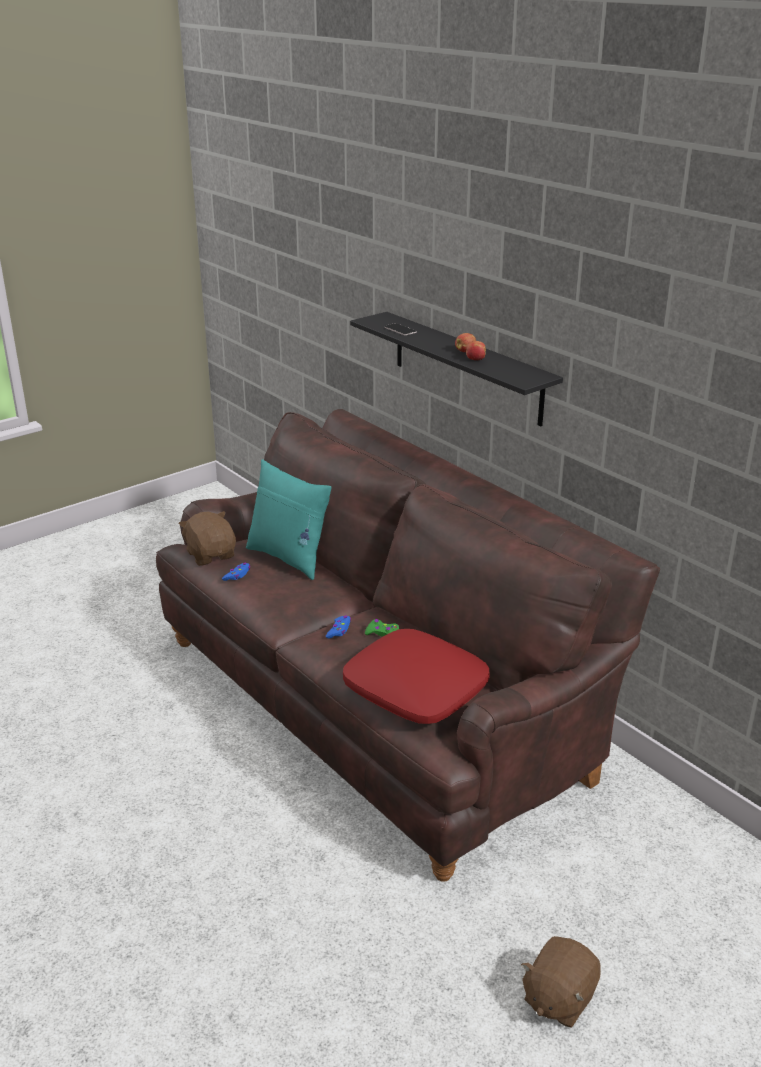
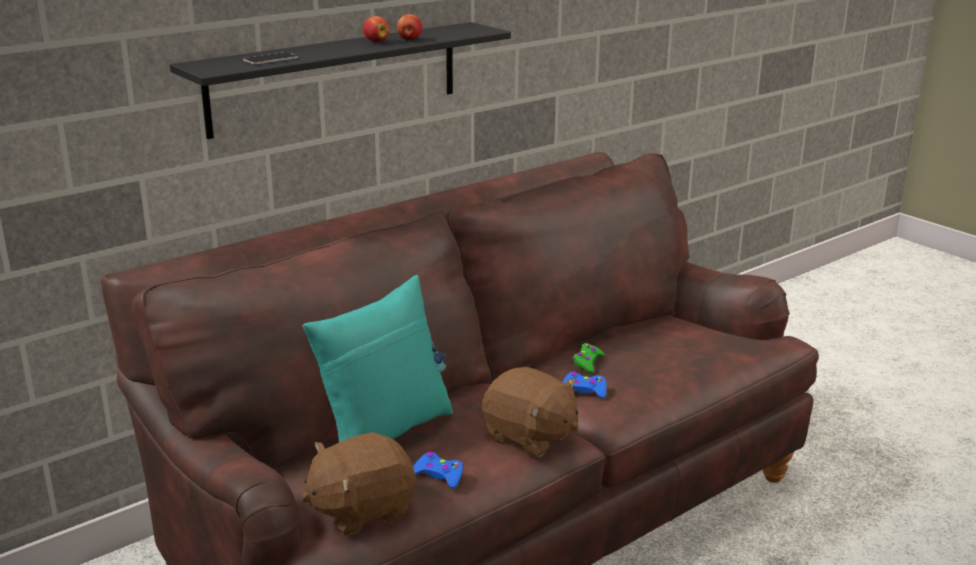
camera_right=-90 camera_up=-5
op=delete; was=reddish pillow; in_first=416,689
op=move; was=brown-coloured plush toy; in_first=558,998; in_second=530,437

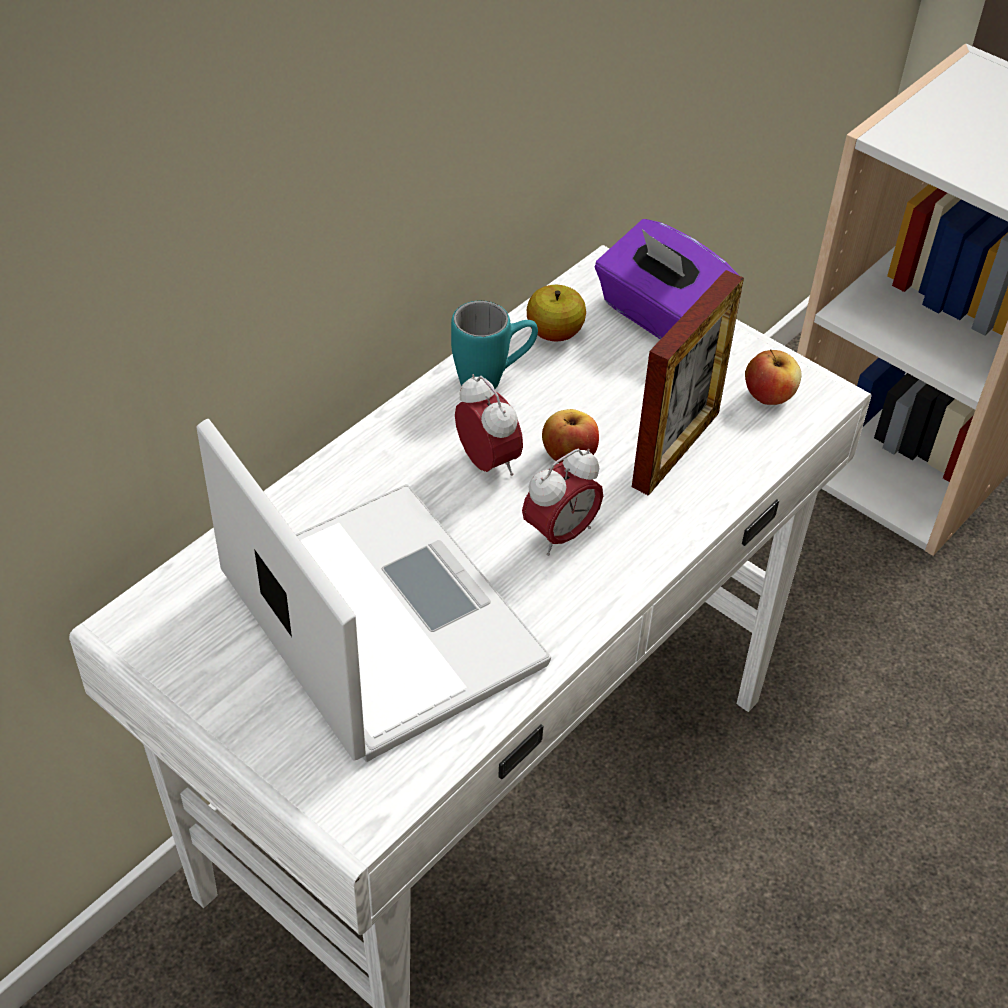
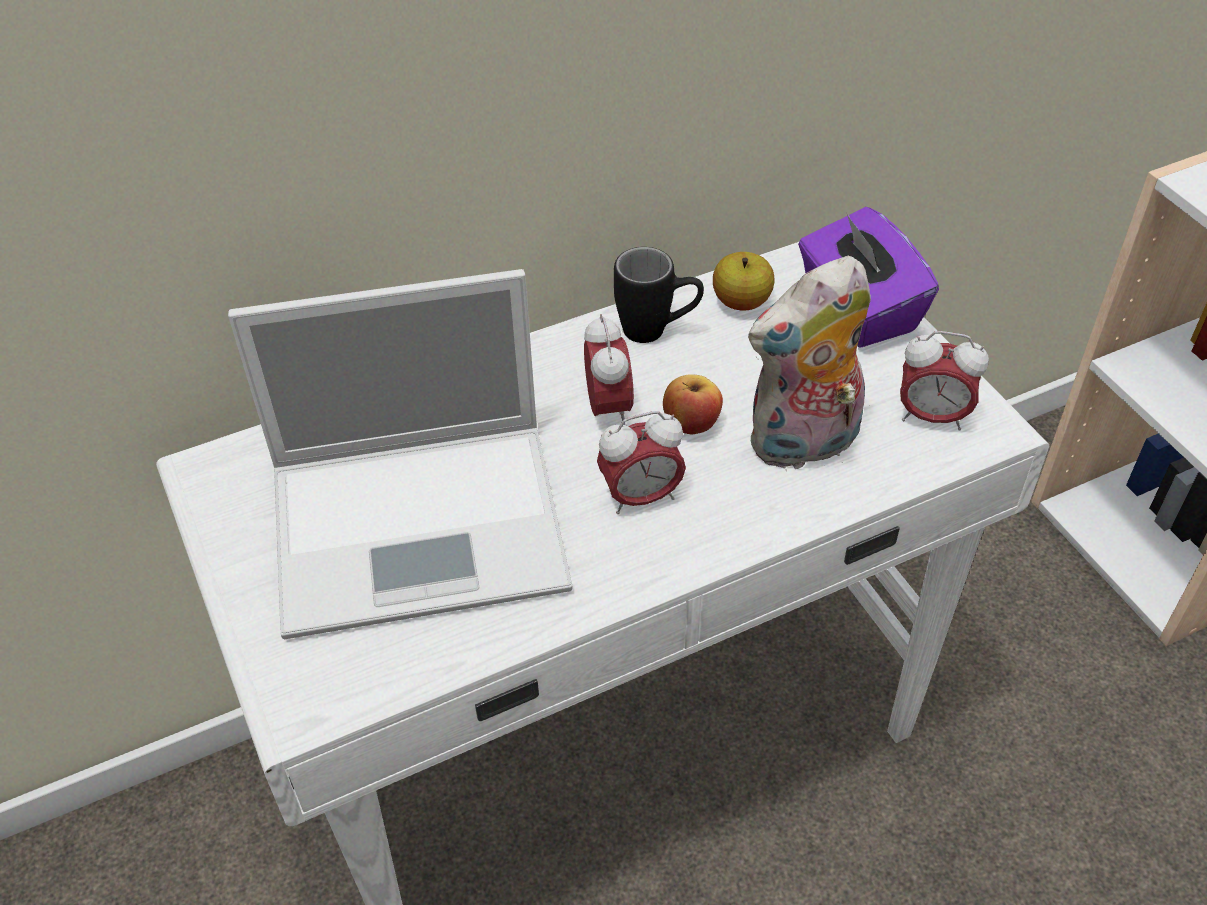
camera_right=25 camera_up=0
op=rotate; was=laptop; in_first=377,616; in_second=424,525; clockwise=90
op=recolor; was=turquoise-coloured mug; now=black-coloured mug; in_first=493,379; in_second=657,331
op=replace; was=photo frame; now=plush toy; in_first=676,449; in_second=803,445
op=replace; was=apple fruit; now=alarm clock; in_first=769,395; in_second=931,416

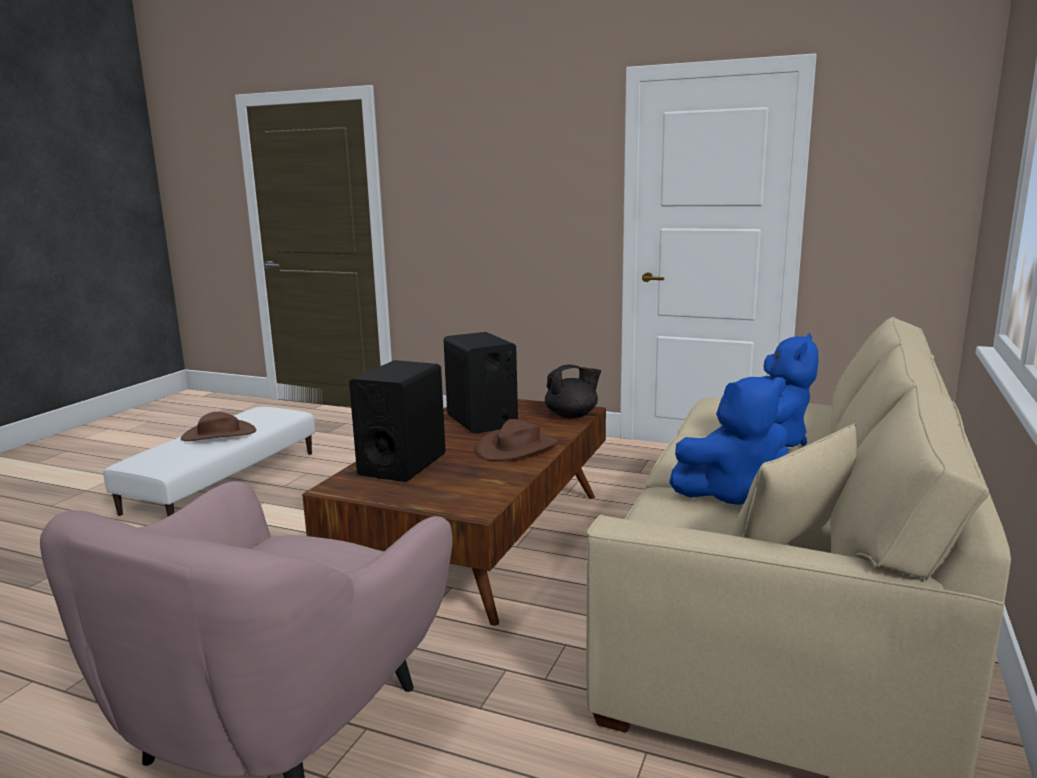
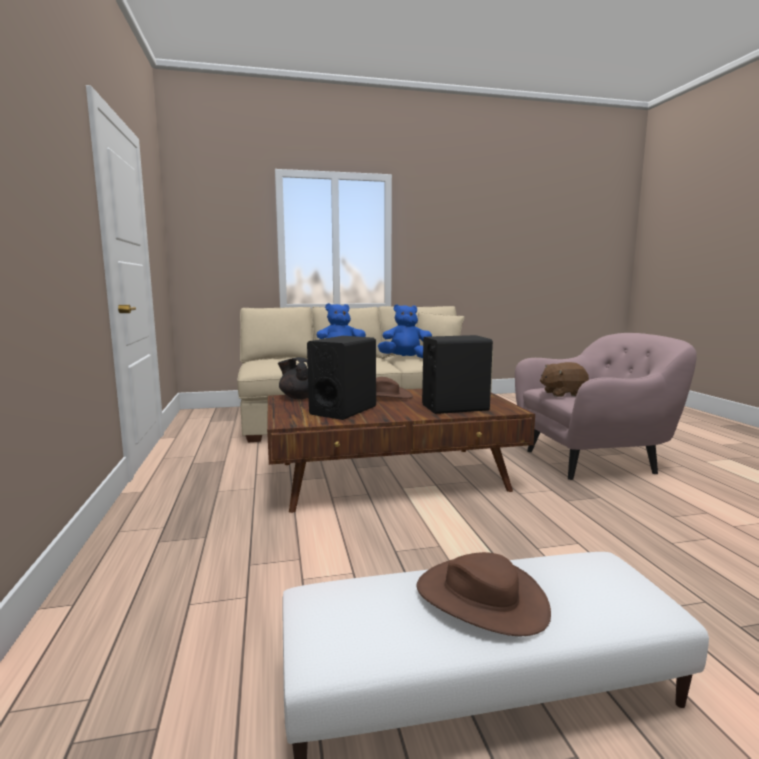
camera_right=-125 camera_up=-5
op=rotate; was=blue plush toy; in_first=733,495; in_second=405,358; clockwise=-45
op=insert; now=brown-coloured plush toy; in_second=562,394

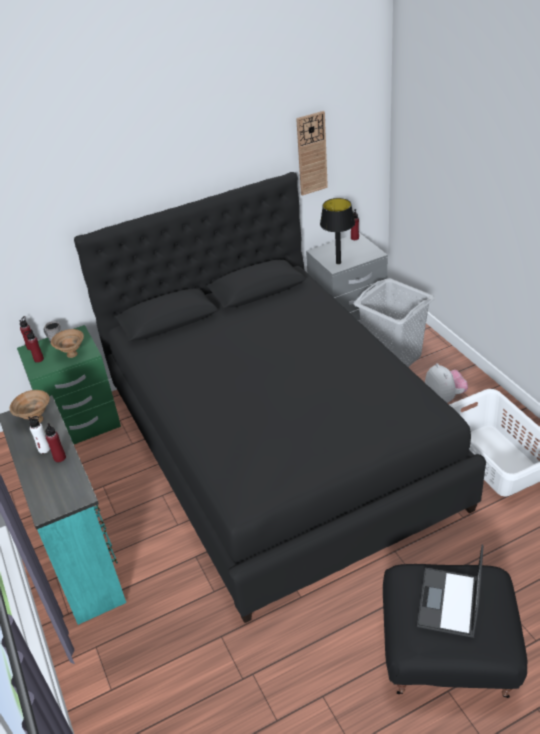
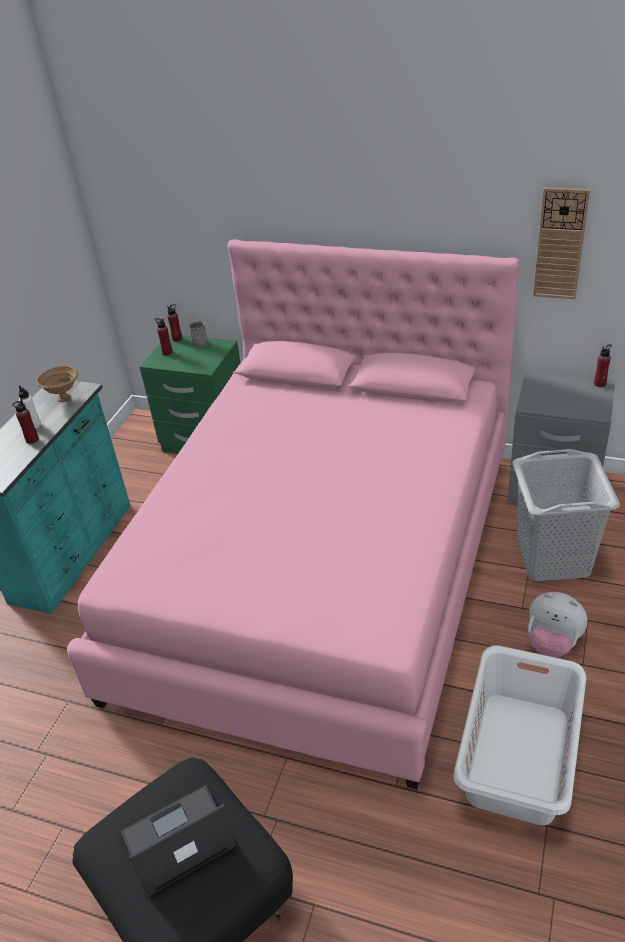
camera_right=45 camera_up=0
op=delete; was=brown-coloured serving bowl; in_first=72,355
op=recolor; was=black-coloured bedroom bed; now=pinkish bedroom bed; in_first=278,445; in_second=323,569
op=delete; was=black-coloured table lamp; in_first=338,263
op=rotate; was=plush toy; in_first=444,398; in_second=552,643; clockwise=90

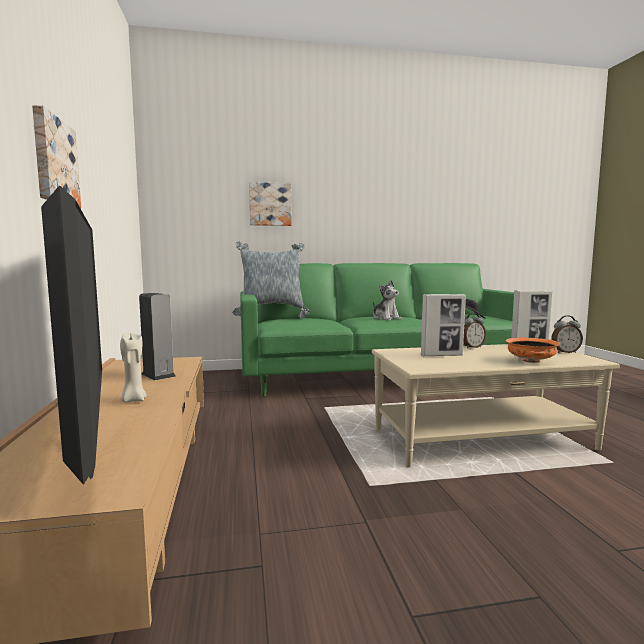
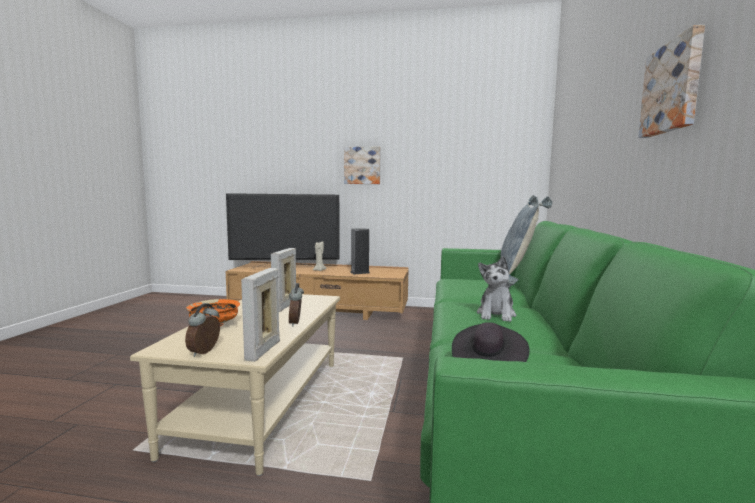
camera_right=110 camera_up=0
op=move; was=picture; in_first=270,204; in_second=673,87
op=rotate; was=plush toy; in_first=385,318; in_second=496,314; clockwise=-60

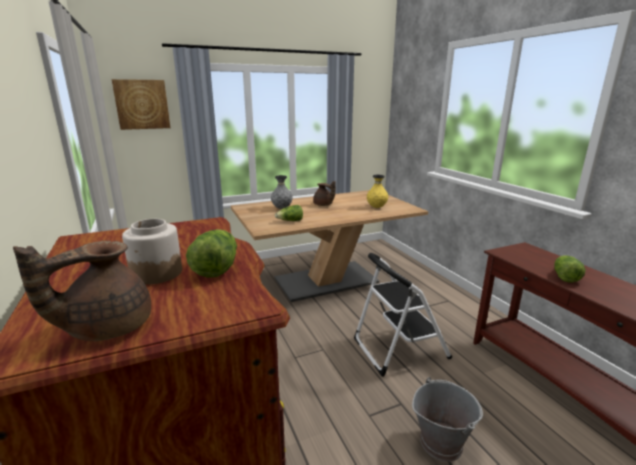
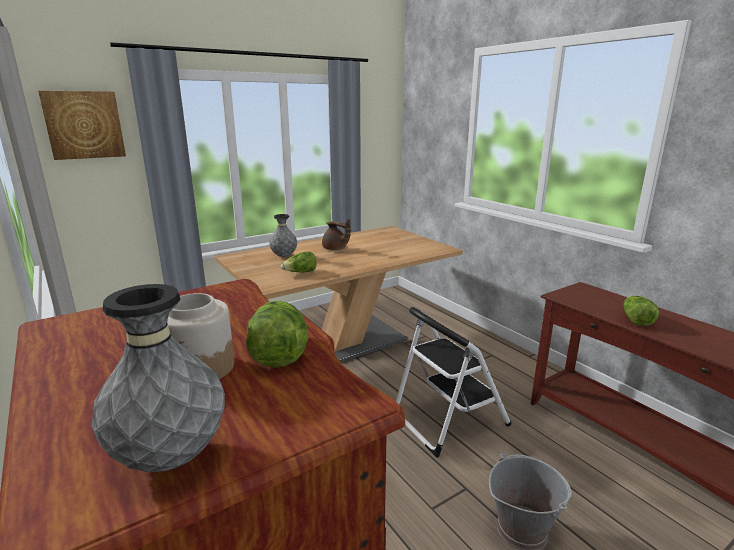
camera_right=-10 camera_up=0
op=replace; was=brown-coloured tea pot; now=grey flower vase; in_first=106,327; in_second=170,457
op=delete; was=yellow flower vase; in_first=376,207

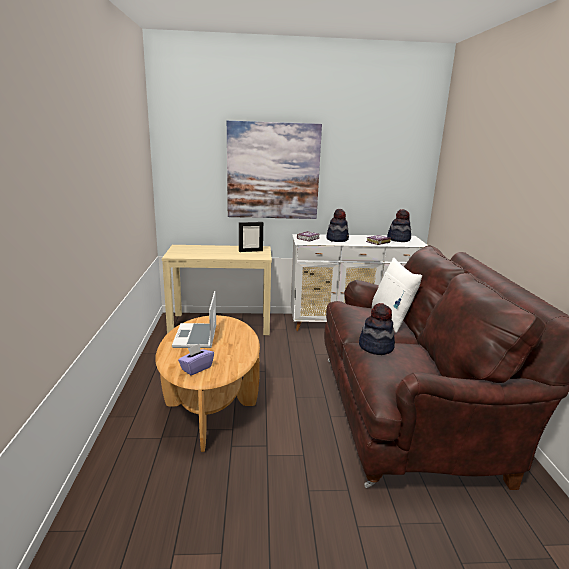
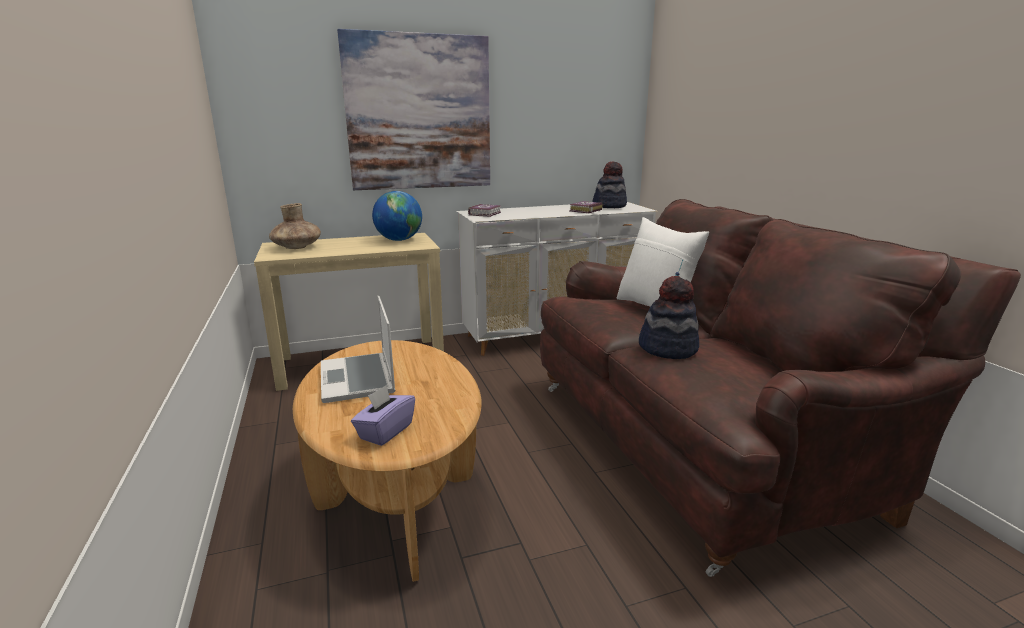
camera_right=-15 camera_up=0
op=replace; was=photo frame; now=world globe; in_first=250,251; in_second=399,240
op=delete; was=clothing hat; in_first=337,239
op=insert; now=brown-coloured flower vase; in_second=297,247

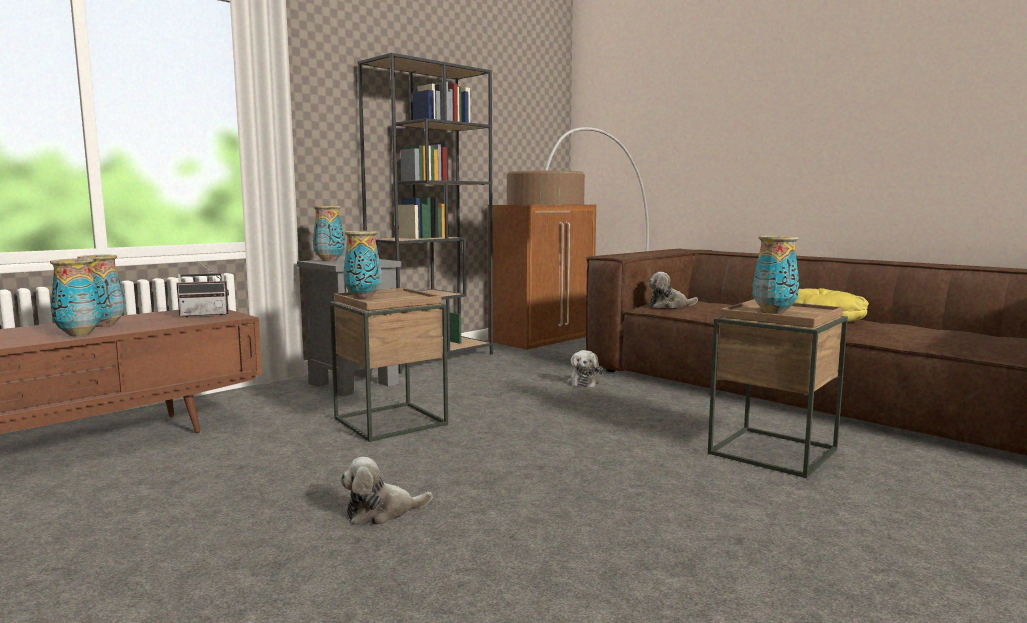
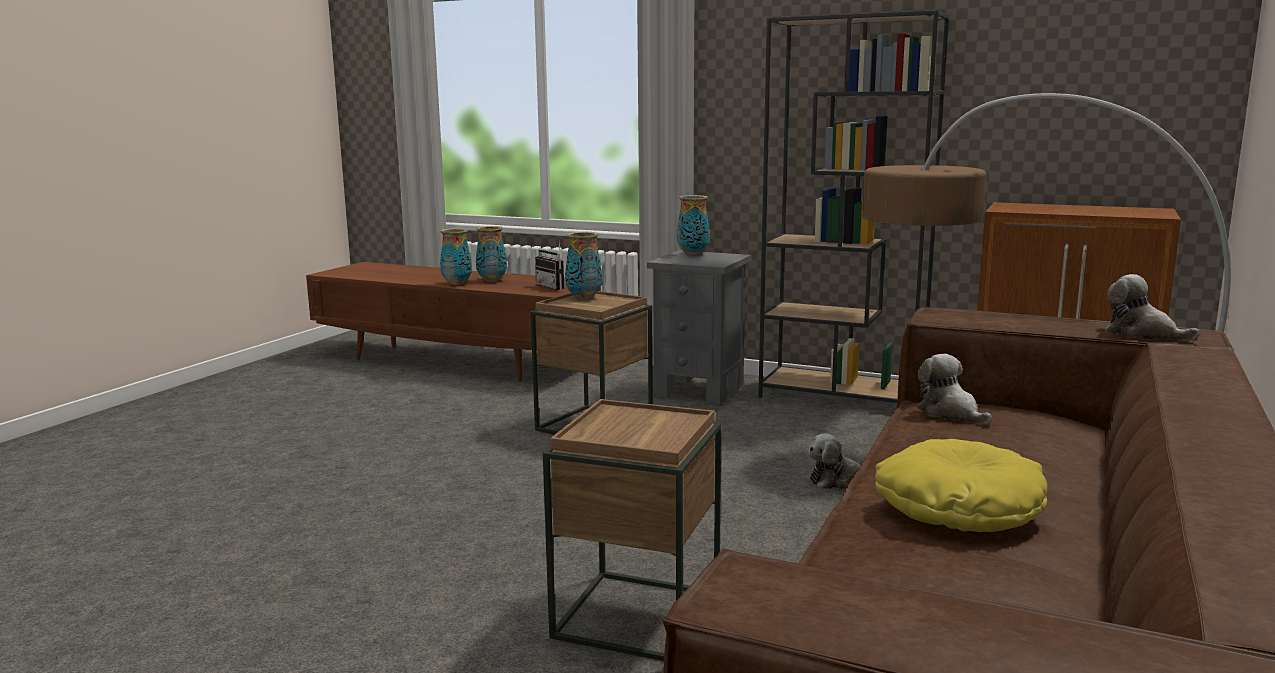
camera_right=70 camera_up=5
op=move; was=plush toy; in_first=382,513; in_second=1142,334
op=delete; was=flower vase; in_first=773,312

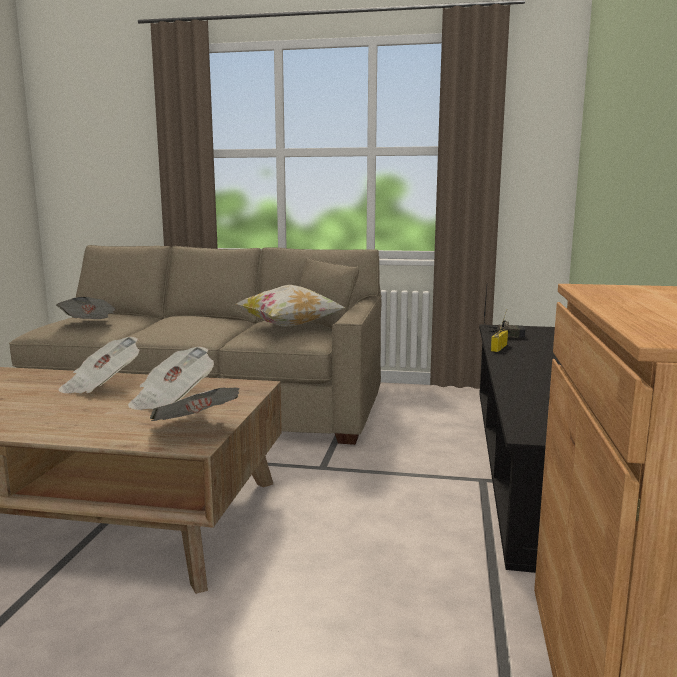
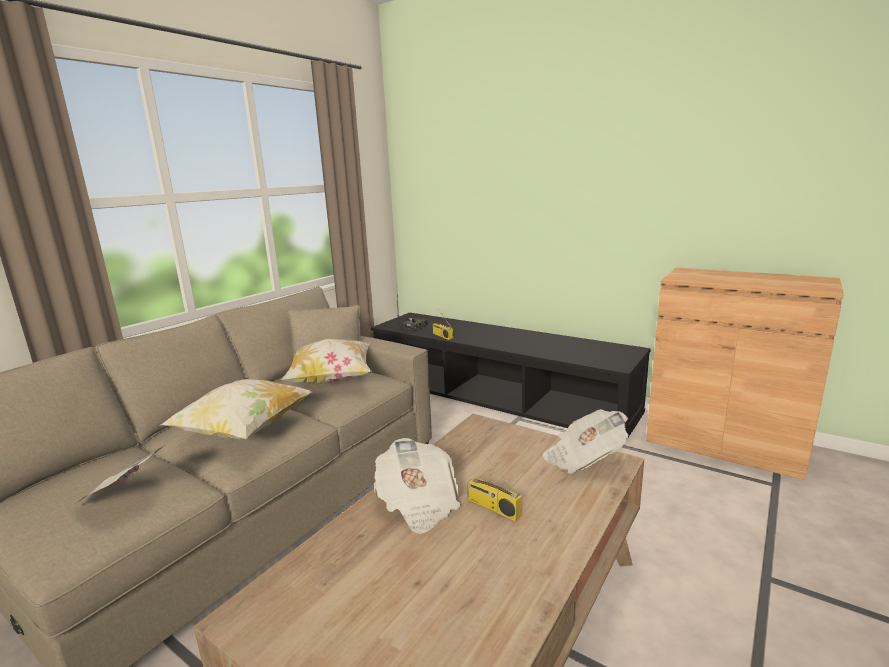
camera_right=-65 camera_up=5
op=delete; was=daily paper; in_first=172,400
op=insert; now=pillow; in_second=244,431
op=insert; now=radio set; in_second=493,507

